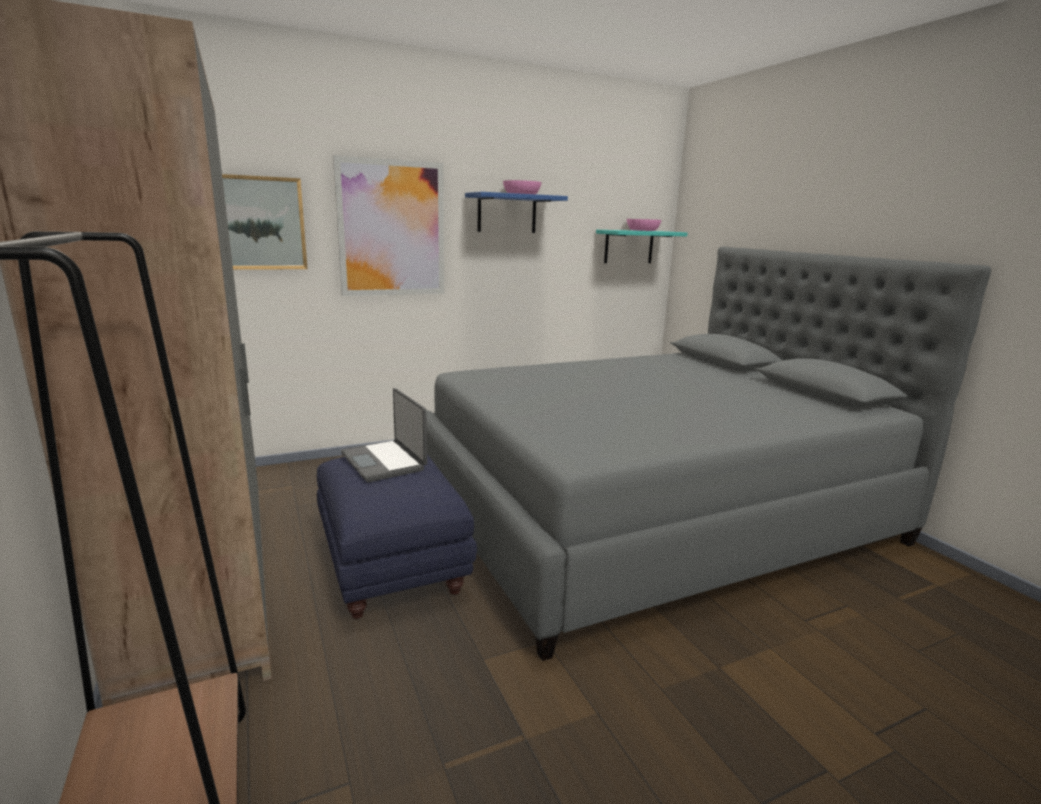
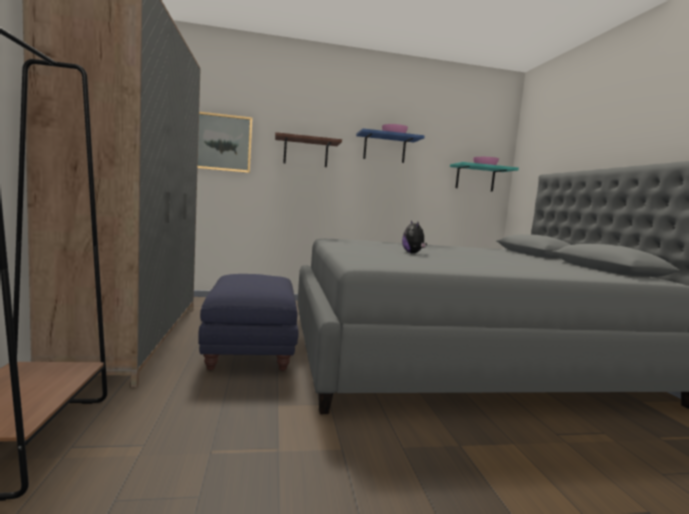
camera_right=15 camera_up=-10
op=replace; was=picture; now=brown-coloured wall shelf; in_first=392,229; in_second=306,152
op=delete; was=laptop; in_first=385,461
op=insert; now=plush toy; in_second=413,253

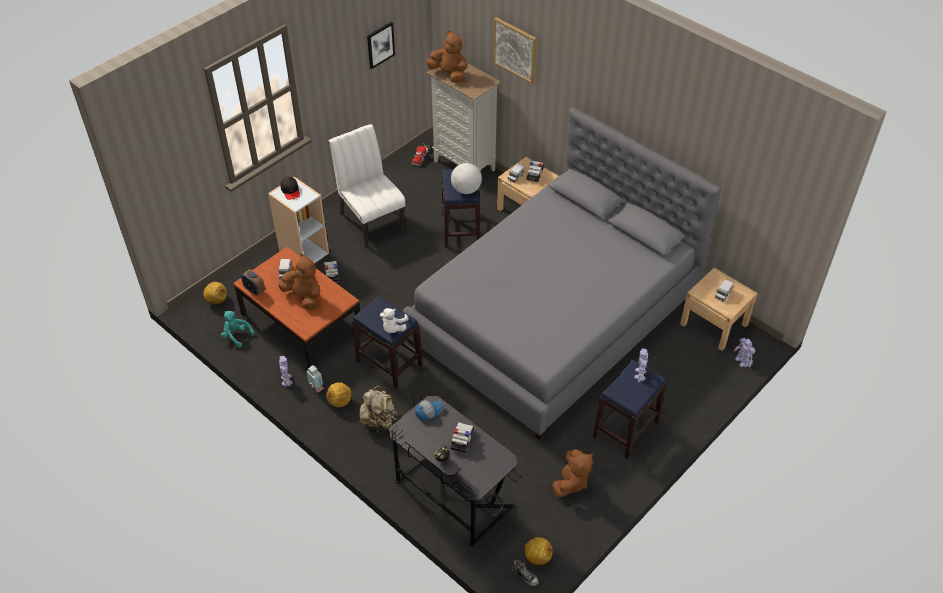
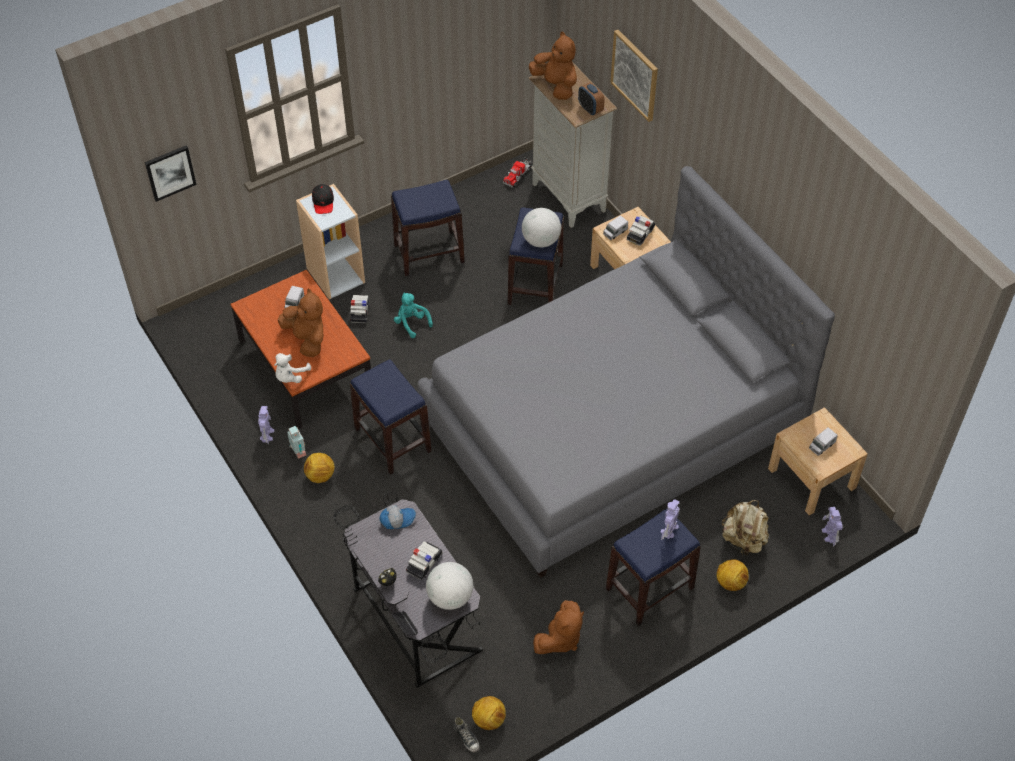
camera_right=15 camera_up=5
op=move; was=football; in_first=217,300; in_second=730,583
op=move; was=turquoise-coloured plush toy; in_first=236,335; in_second=411,323
op=move; was=alarm clock; in_first=254,290; in_second=590,109
op=replace; was=white plain chair; now=stool seat; in_first=372,223; in_second=429,253
op=move; was=sand-coloured backpack; in_first=379,421; in_second=743,540
op=move; was=picture; in_first=380,44; in_second=170,172
op=move; was=white plush toy; in_first=393,328; in_second=290,376
op=insert; now=world globe; in_second=450,597

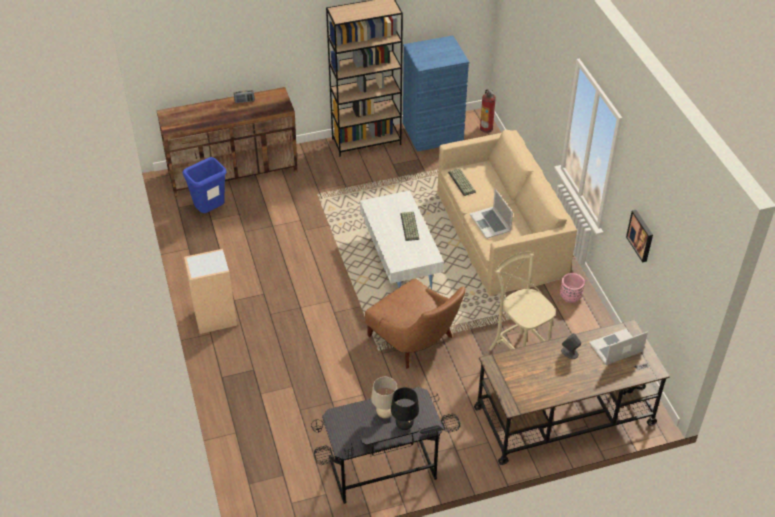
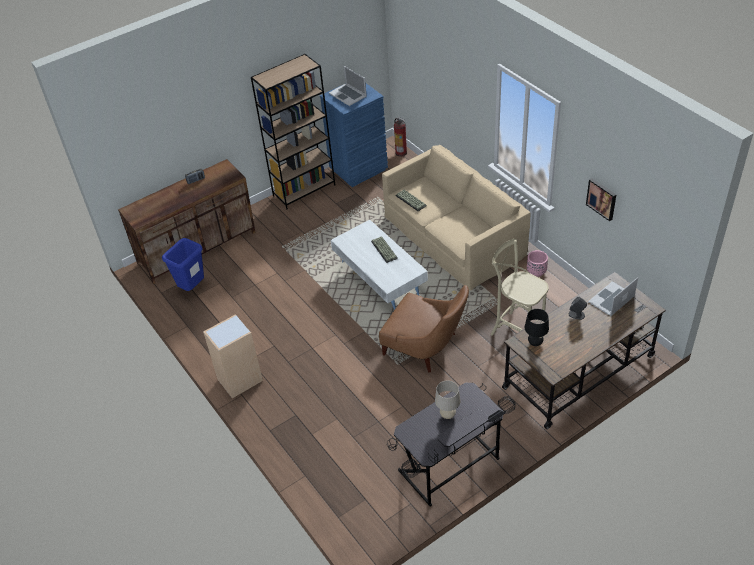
camera_right=-15 camera_up=0
op=move; was=black-coloured table lamp; in_first=404,425; in_second=535,343
op=move; was=laptop; in_first=490,222; in_second=348,94

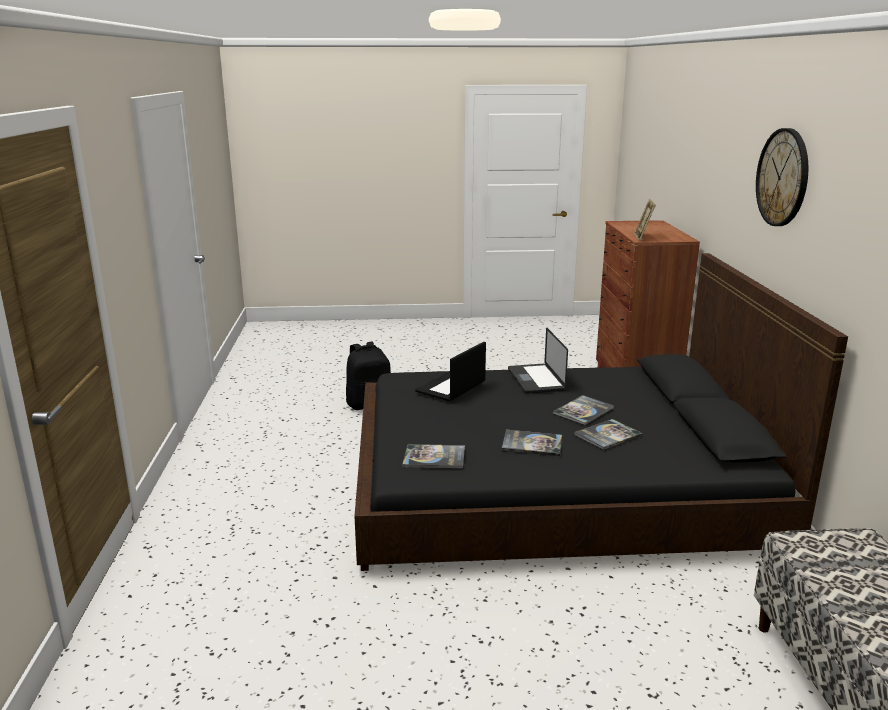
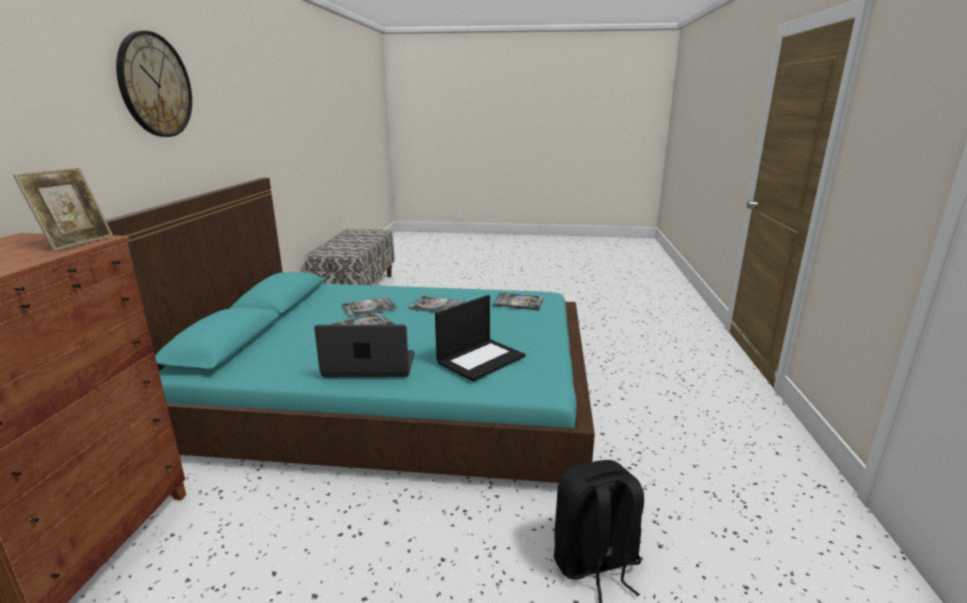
camera_right=-170 camera_up=0
op=recolor; was=black-coloured bedroom bed; now=turquoise-coloured bedroom bed; in_first=554,483; in_second=395,390
op=rotate; was=laptop; in_first=535,380; in_second=369,366; clockwise=-90

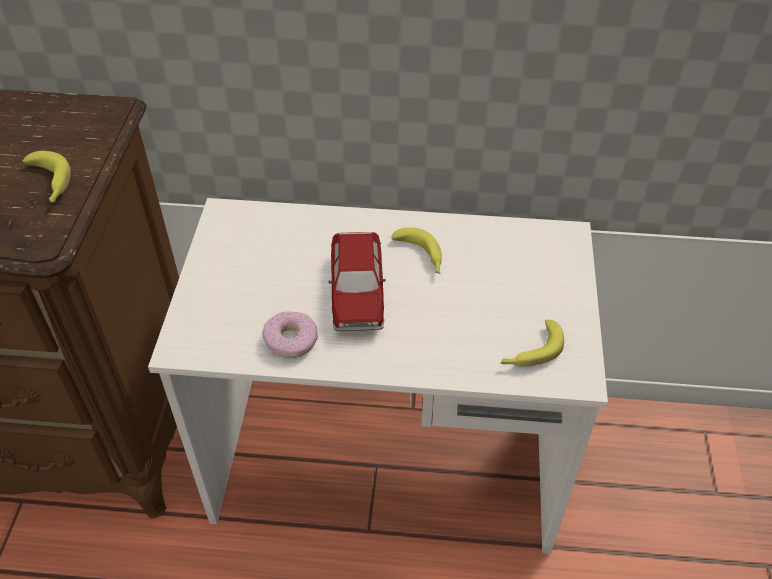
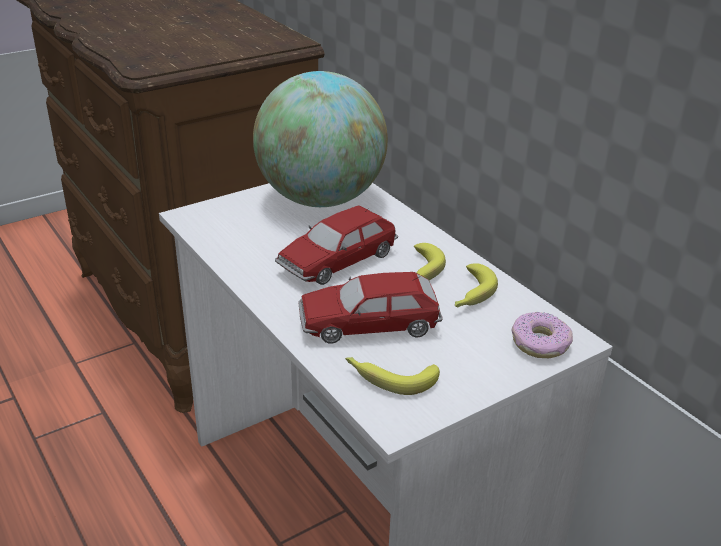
camera_right=50 camera_up=-15
op=move; was=whole banana; in_first=50,184; in_second=470,294
op=move; was=ring doughnut; in_first=291,340; in_second=540,343
op=insert; now=world globe; in_second=320,199
op=insert; now=miniature car; in_second=368,323

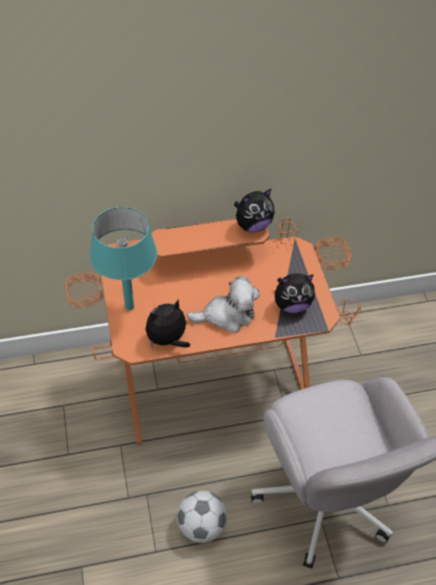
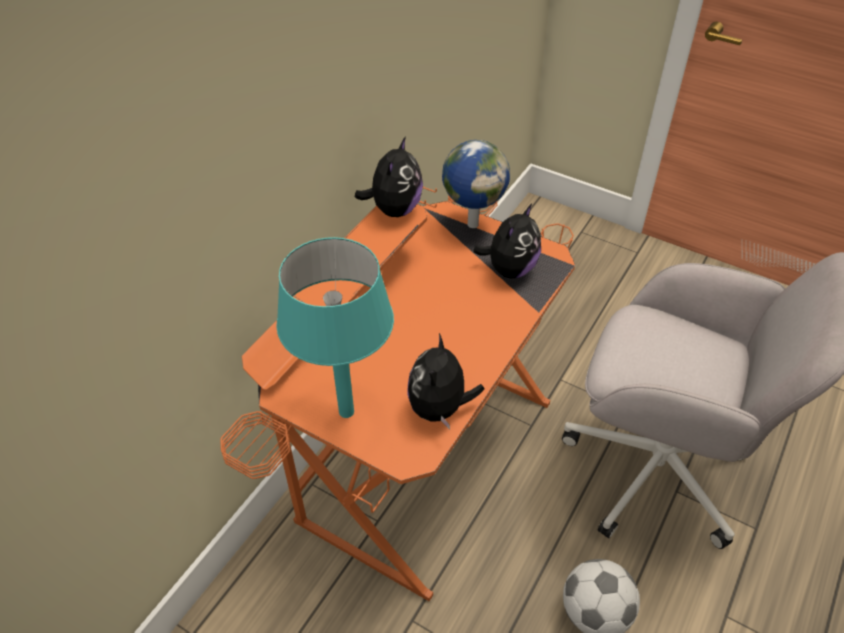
camera_right=-45 camera_up=-5
op=delete; was=plush toy; in_first=227,315
op=insert; now=world globe; in_second=472,224

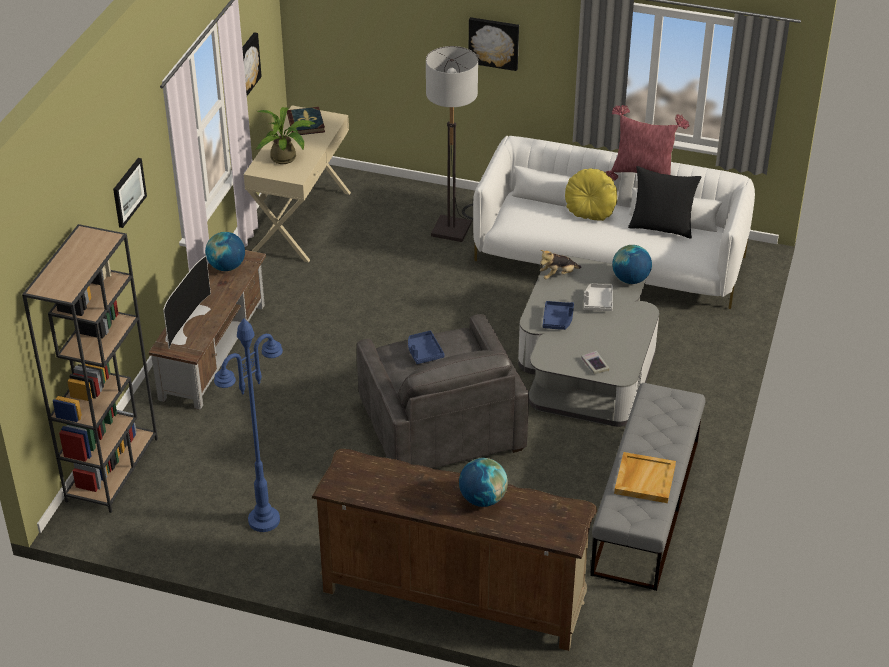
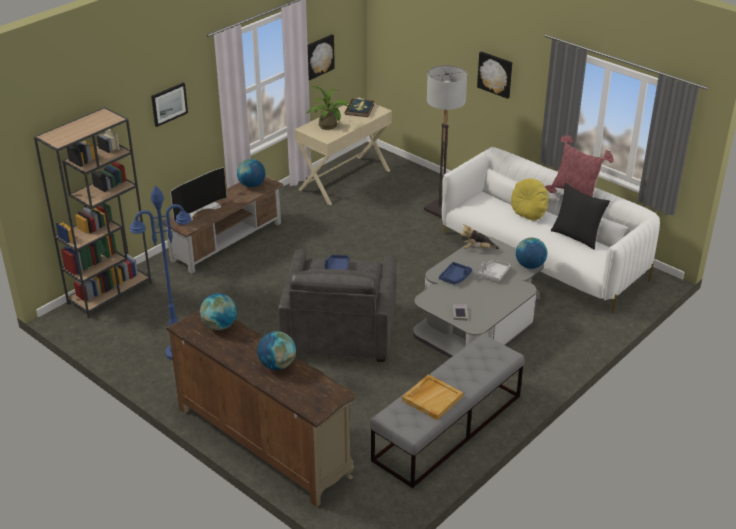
camera_right=25 camera_up=-5
op=insert; now=world globe; in_second=220,326

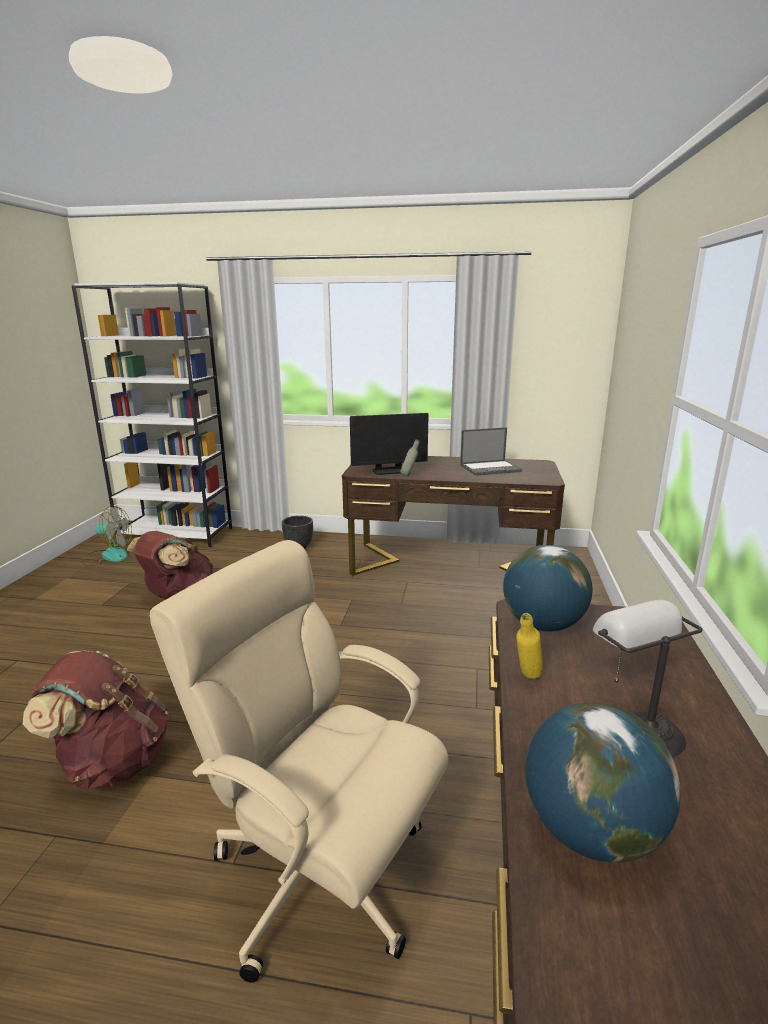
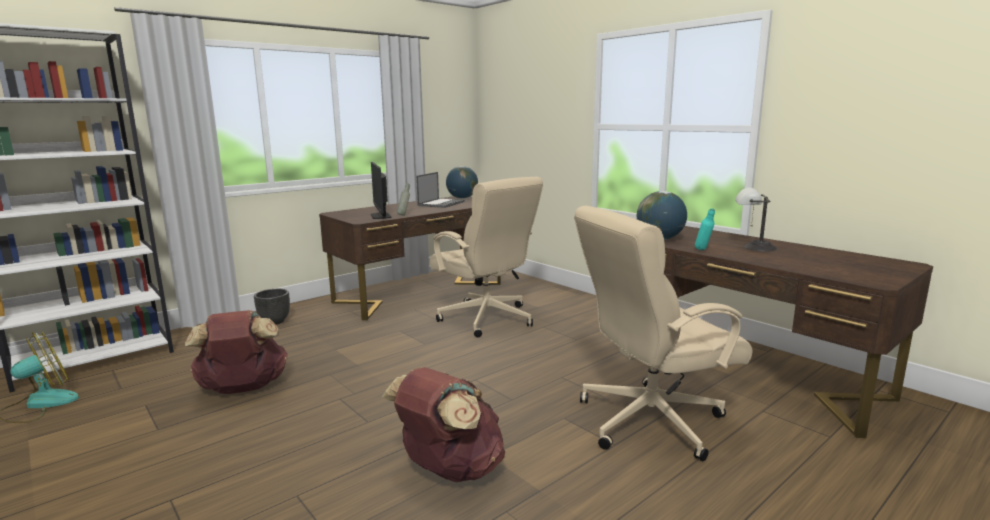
camera_right=-50 camera_up=-5
op=rotate; was=monitor; in_first=389,471; in_second=381,216; clockwise=135
op=recolor; was=yellow bottle; now=turquoise-coloured bottle; in_first=526,680; in_second=703,250
op=move; was=world globe; in_first=590,833; in_second=462,198
op=insert; now=sand-coloured office chair; in_second=486,318

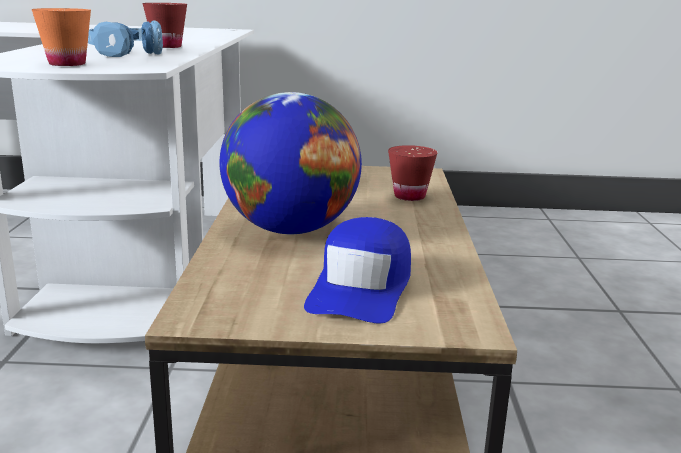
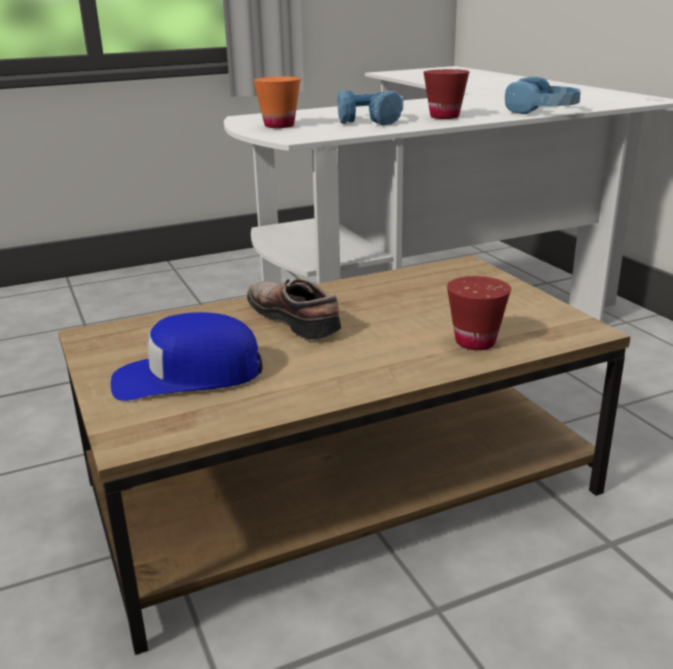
camera_right=65 camera_up=5
op=replace; was=world globe; now=shoe; in_first=290,230; in_second=297,318
op=insert; now=blue headphones; in_second=542,110

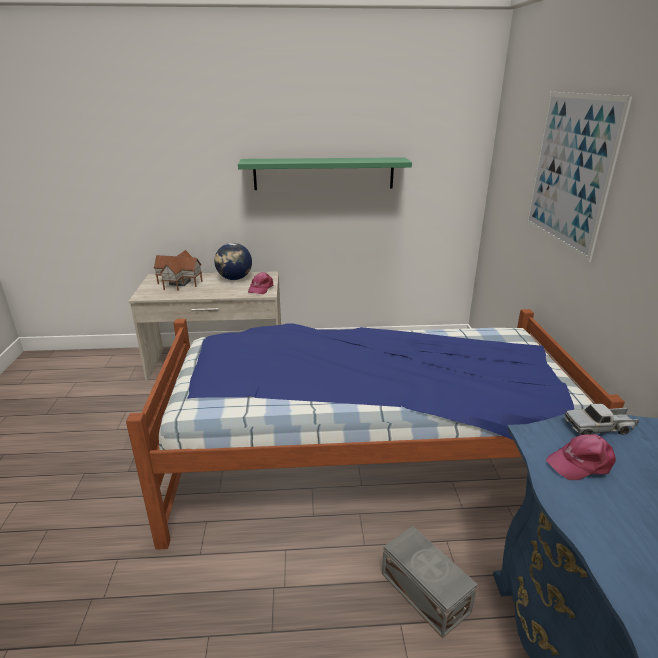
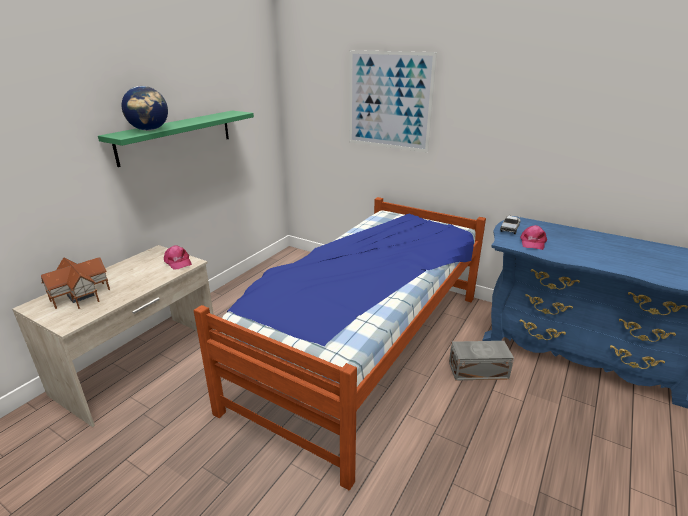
camera_right=-55 camera_up=0
op=move; was=world globe; in_first=234,279; in_second=149,130

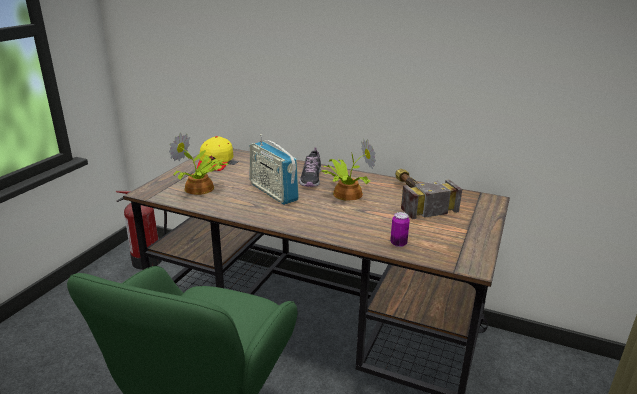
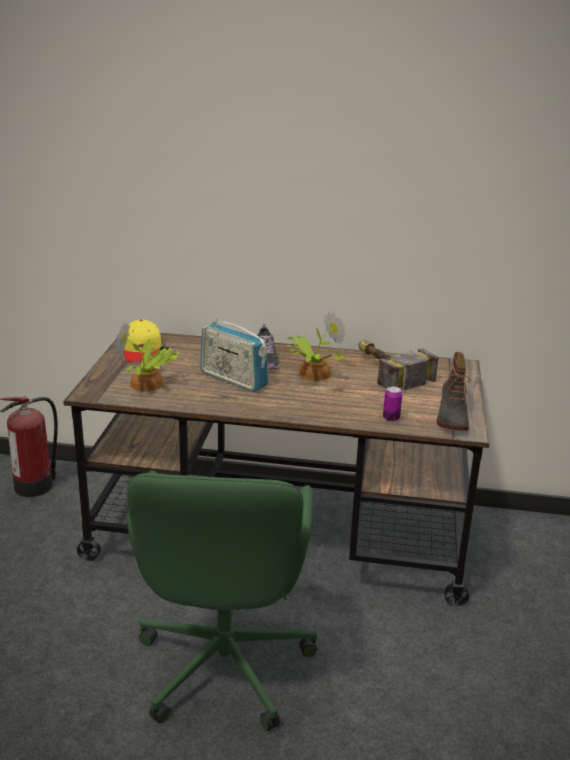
camera_right=-15 camera_up=0
op=insert; now=tall boot; in_second=451,416

